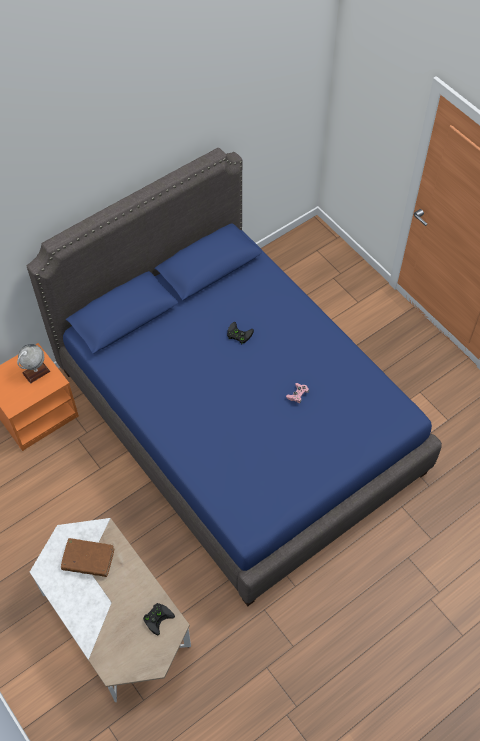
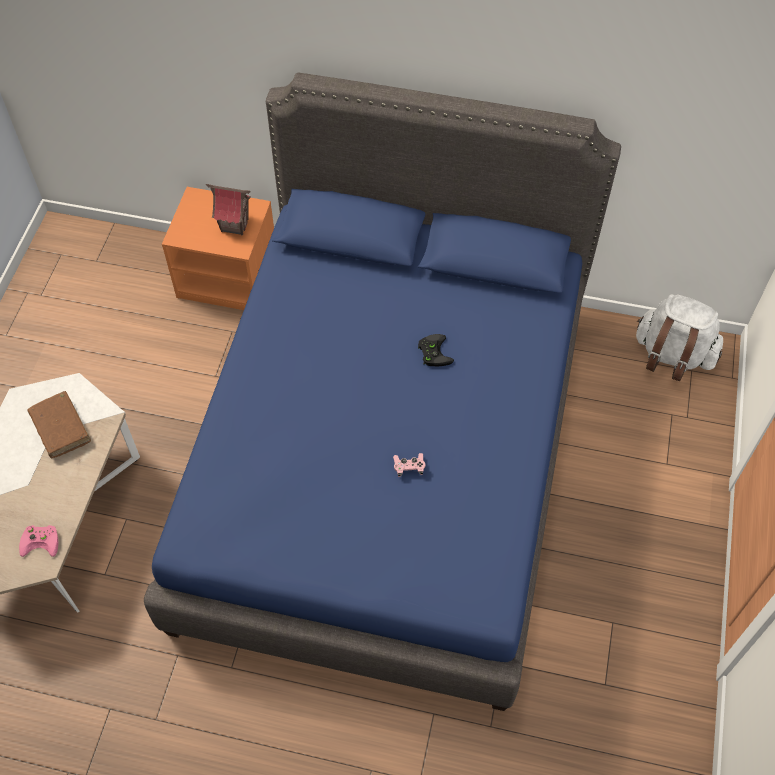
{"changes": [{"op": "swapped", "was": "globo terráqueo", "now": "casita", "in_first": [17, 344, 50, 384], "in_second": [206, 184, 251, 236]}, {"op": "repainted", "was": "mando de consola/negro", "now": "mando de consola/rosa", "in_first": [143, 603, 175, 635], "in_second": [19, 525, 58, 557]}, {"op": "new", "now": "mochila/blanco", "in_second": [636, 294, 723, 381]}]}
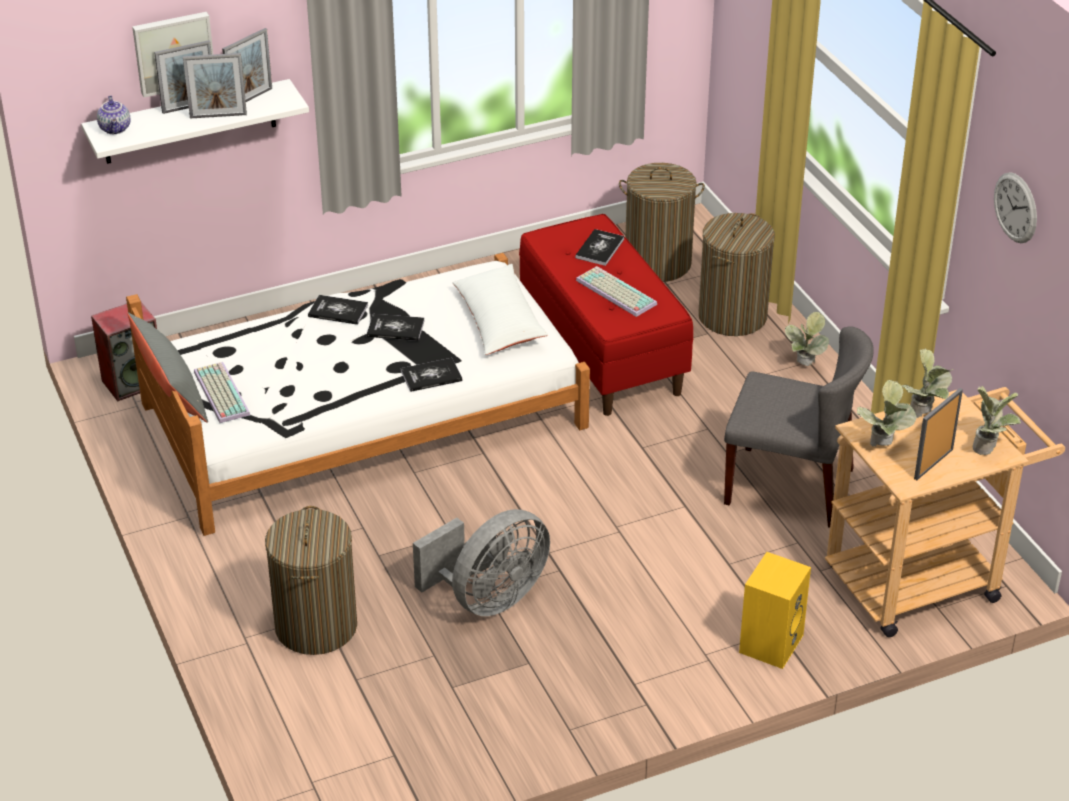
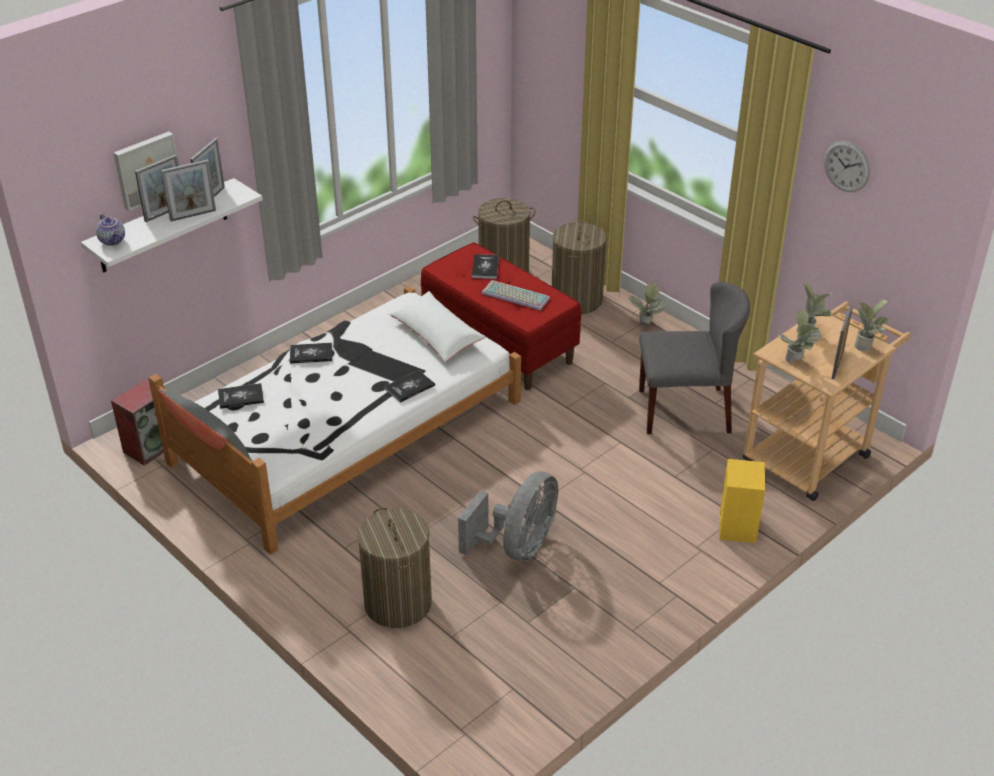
{"changes": [{"op": "shifted", "was": "libro", "in_first": [367, 314, 425, 341], "in_second": [218, 383, 264, 409]}, {"op": "gone", "was": "teclado", "in_first": [194, 362, 250, 423]}]}
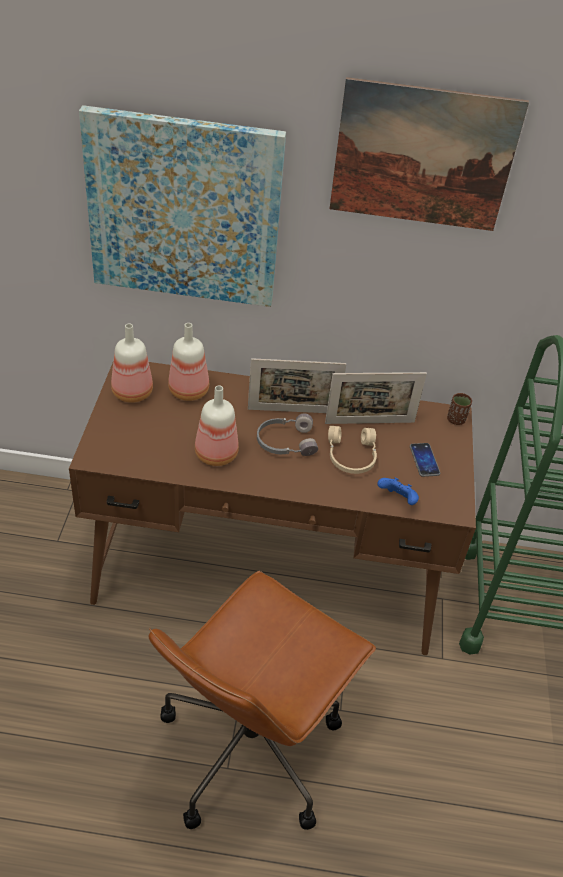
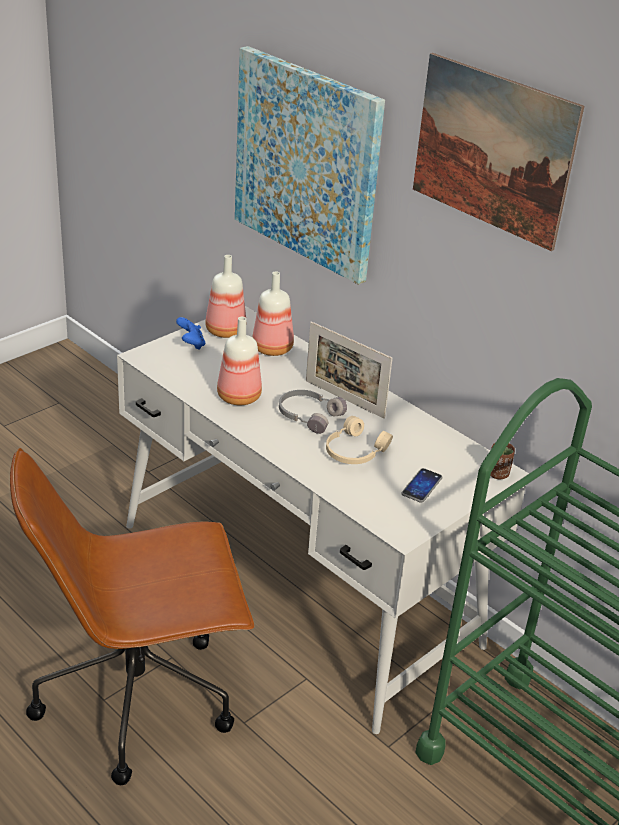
{"changes": [{"op": "repainted", "was": "escritorio/marrón", "now": "escritorio/blanco", "in_first": [69, 362, 476, 655], "in_second": [117, 306, 529, 734]}, {"op": "gone", "was": "portarretratos", "in_first": [325, 372, 427, 424]}, {"op": "shifted", "was": "mando de consola/azul", "in_first": [377, 477, 419, 505], "in_second": [176, 317, 205, 350]}]}
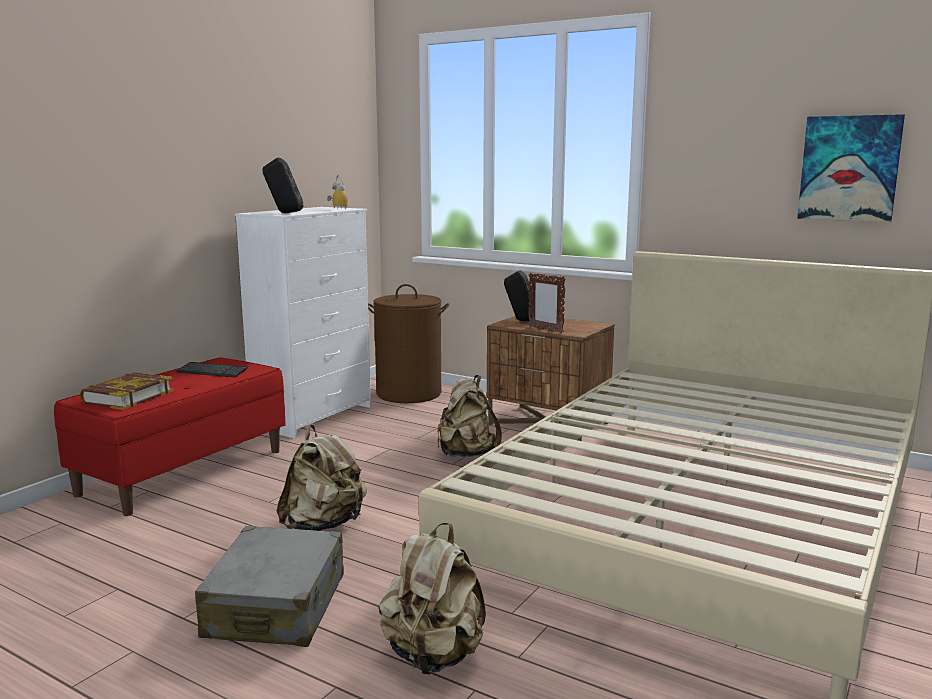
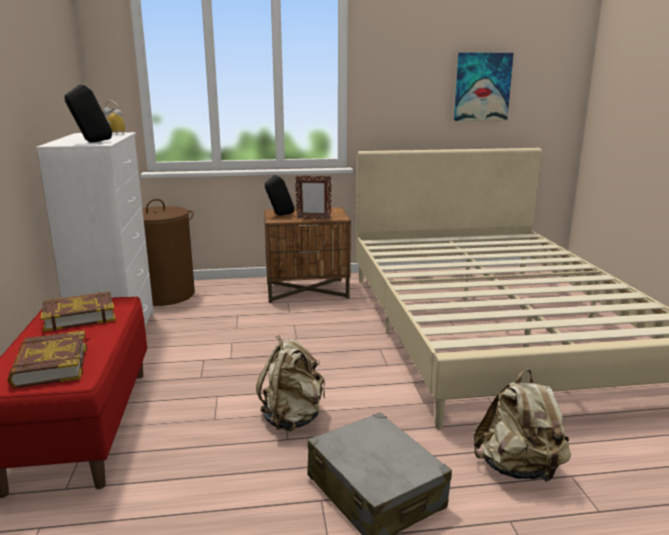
{"changes": [{"op": "swapped", "was": "teclado", "now": "libro", "in_first": [176, 362, 248, 377], "in_second": [41, 292, 116, 332]}, {"op": "gone", "was": "mochila/beis", "in_first": [437, 375, 502, 457]}]}
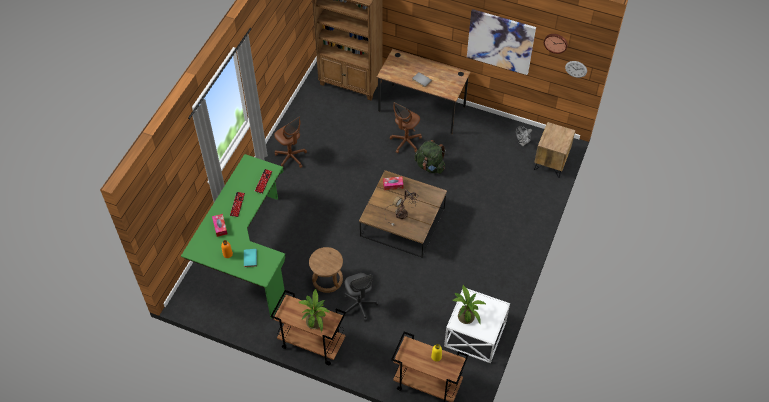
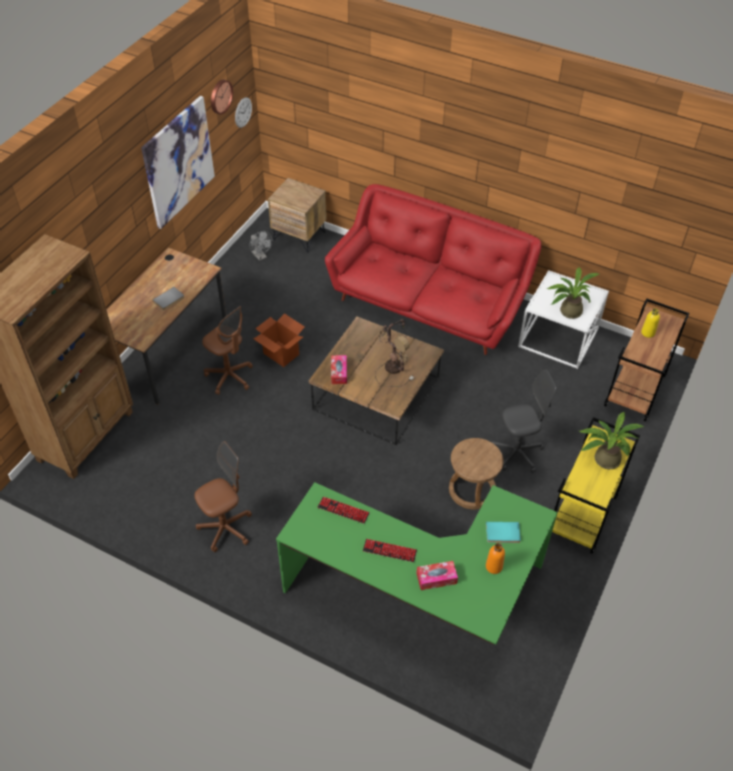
{"changes": [{"op": "swapped", "was": "mochila/verde", "now": "caja de cartón", "in_first": [414, 140, 446, 174], "in_second": [254, 313, 305, 367]}, {"op": "repainted", "was": "carrito/marrón", "now": "carrito/amarillo", "in_first": [270, 290, 346, 365], "in_second": [552, 417, 640, 554]}, {"op": "new", "now": "sofá/rojo", "in_second": [325, 184, 541, 355]}]}
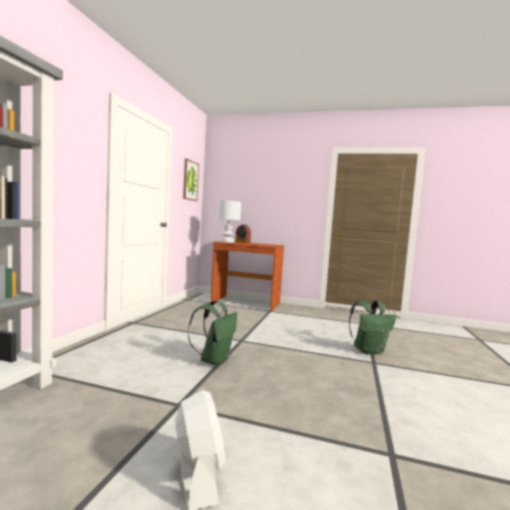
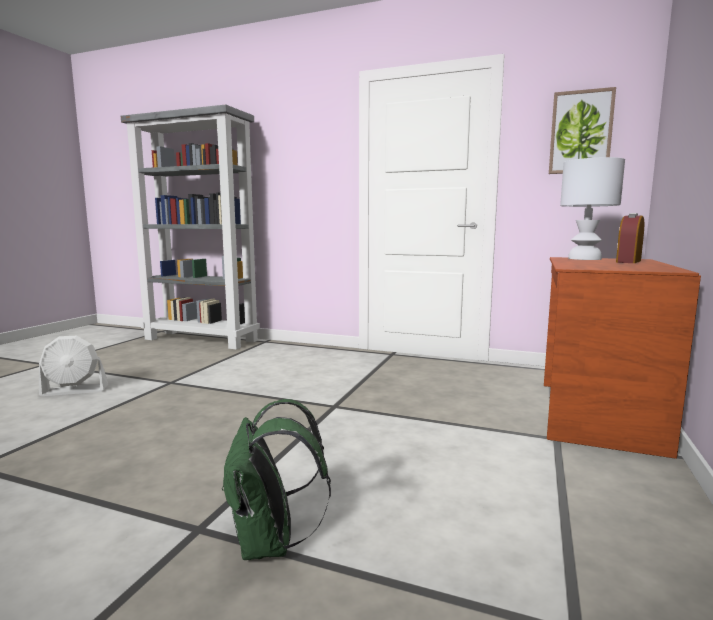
{"changes": [{"op": "gone", "was": "mochila/verde", "in_first": [187, 300, 237, 366]}]}
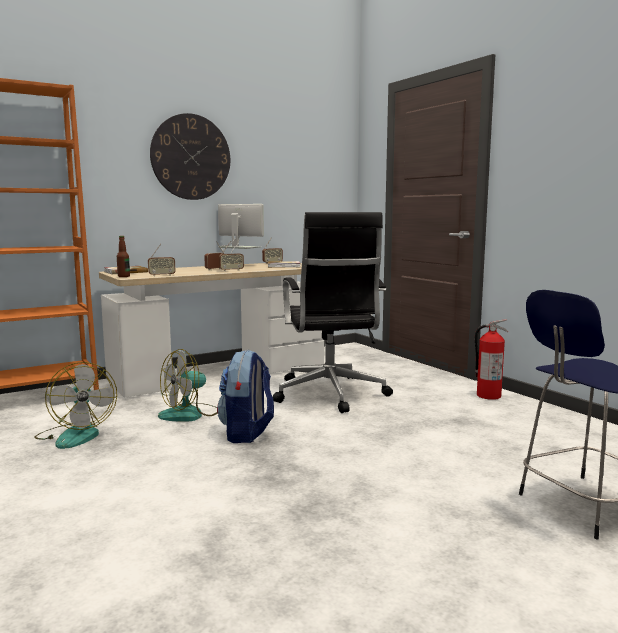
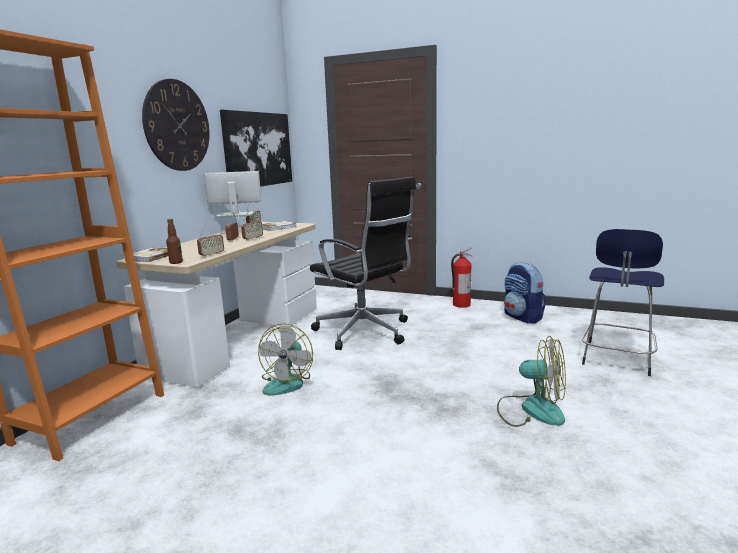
{"changes": [{"op": "shifted", "was": "mochila", "in_first": [217, 349, 274, 443], "in_second": [504, 262, 546, 323]}, {"op": "shifted", "was": "ventilador", "in_first": [34, 362, 117, 449], "in_second": [497, 336, 566, 427]}, {"op": "new", "now": "cuadro", "in_second": [220, 109, 292, 187]}]}
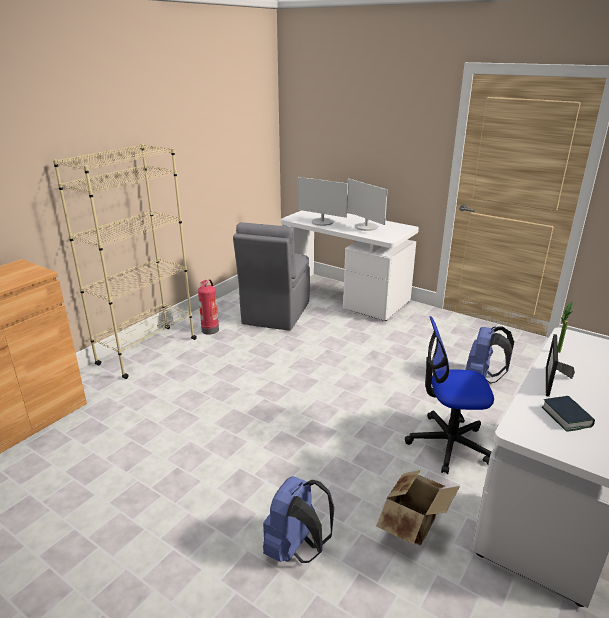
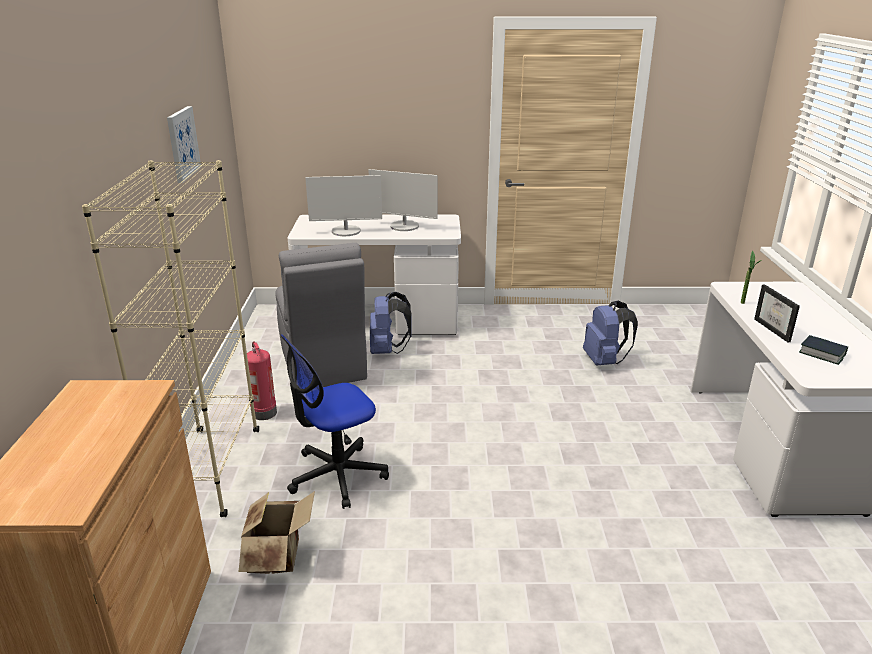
{"changes": [{"op": "shifted", "was": "silla de oficina", "in_first": [405, 316, 494, 474], "in_second": [281, 334, 389, 509]}, {"op": "shifted", "was": "caja de cartón", "in_first": [376, 470, 460, 545], "in_second": [239, 491, 315, 574]}, {"op": "shifted", "was": "mochila/azul", "in_first": [263, 476, 335, 563], "in_second": [370, 292, 412, 354]}, {"op": "new", "now": "cuadro", "in_second": [167, 106, 201, 183]}]}
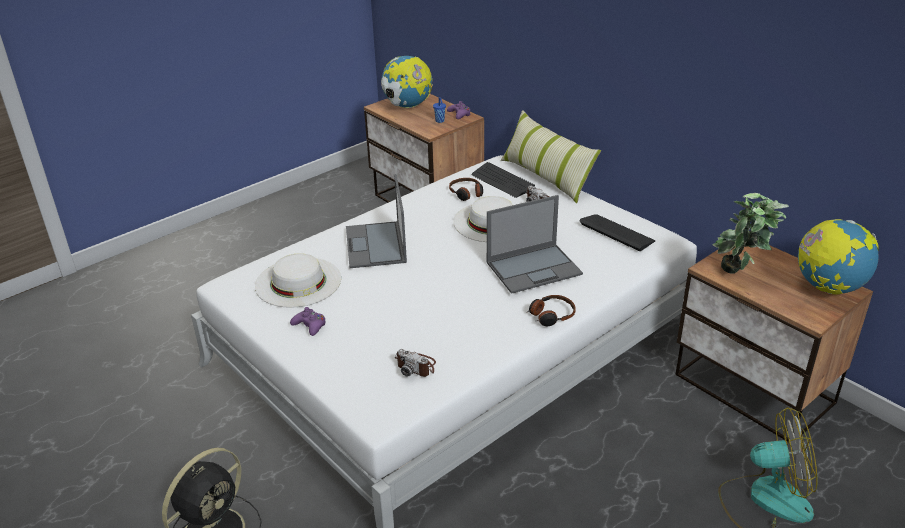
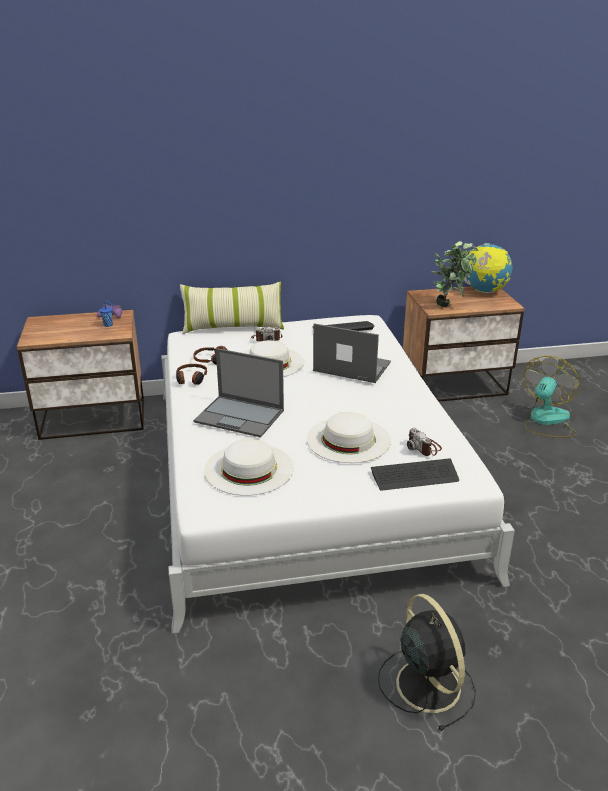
{"changes": [{"op": "gone", "was": "globo terráqueo", "in_first": [381, 56, 432, 108]}, {"op": "shifted", "was": "teclado", "in_first": [471, 162, 535, 198], "in_second": [371, 459, 459, 491]}, {"op": "rotated", "was": "portátil", "in_first": [487, 195, 583, 294], "in_second": [313, 323, 391, 383], "clockwise": -75}, {"op": "shifted", "was": "auriculares", "in_first": [527, 295, 576, 326], "in_second": [176, 364, 207, 385]}, {"op": "gone", "was": "mando de consola/morado", "in_first": [290, 307, 326, 336]}, {"op": "rotated", "was": "cámara", "in_first": [394, 349, 436, 377], "in_second": [407, 427, 442, 456], "clockwise": 90}, {"op": "new", "now": "sombrero/blanco", "in_second": [307, 412, 391, 463]}]}
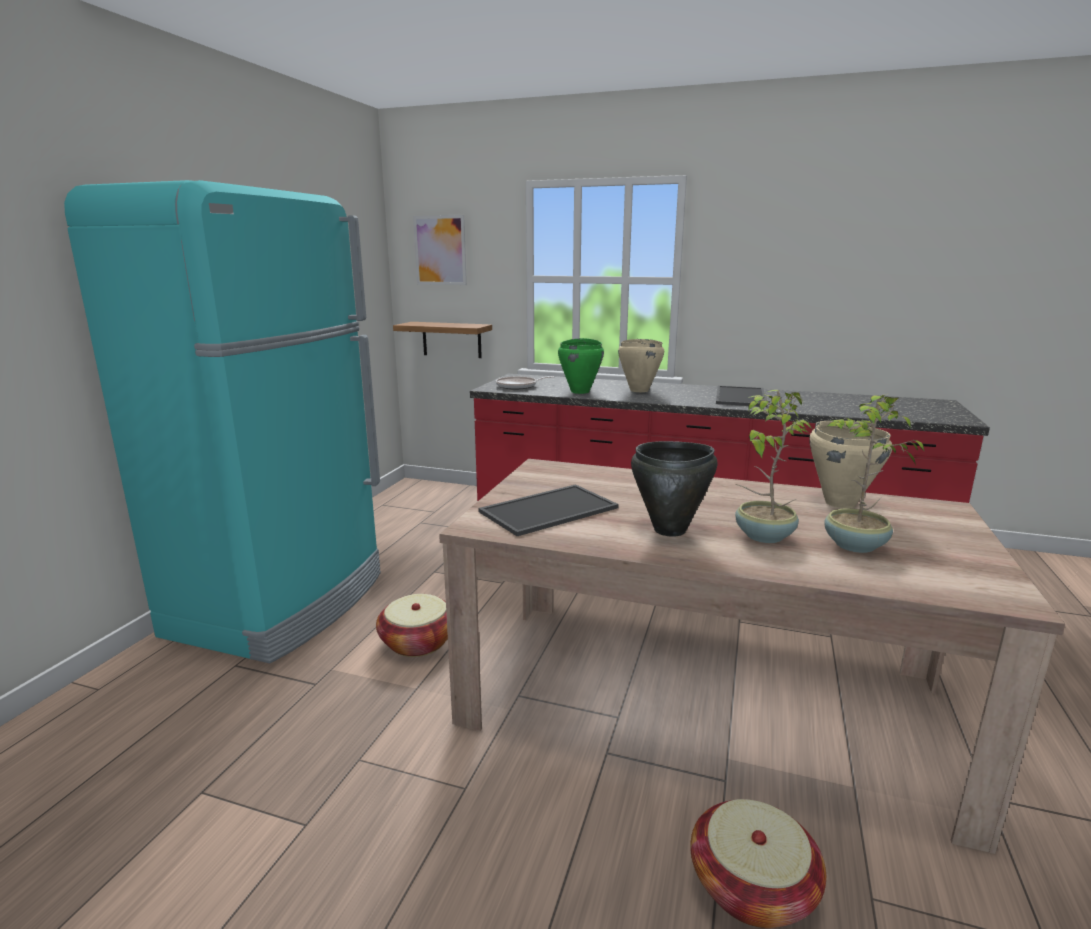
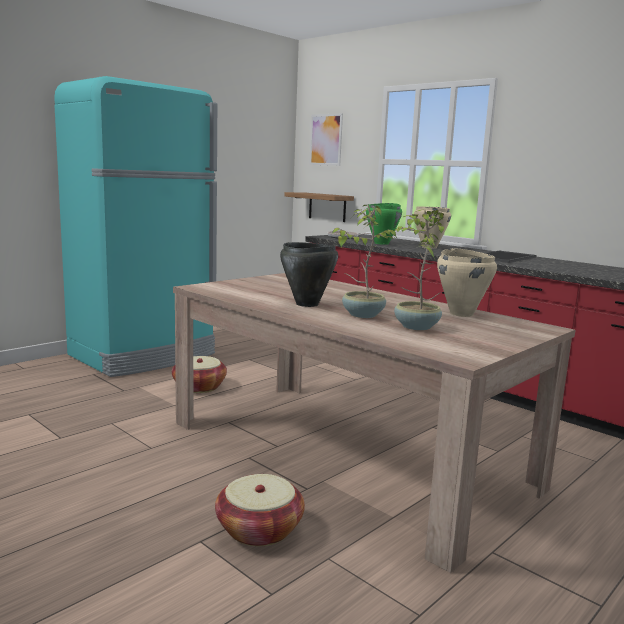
{"changes": [{"op": "gone", "was": "bandeja", "in_first": [478, 484, 619, 536]}]}
